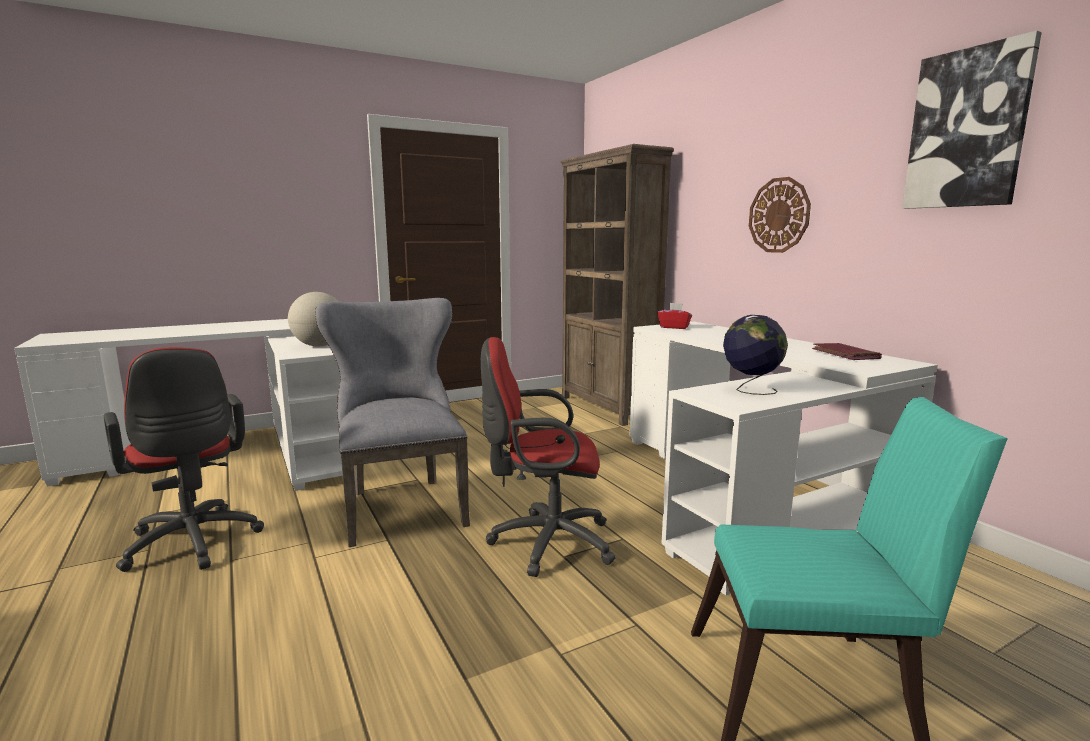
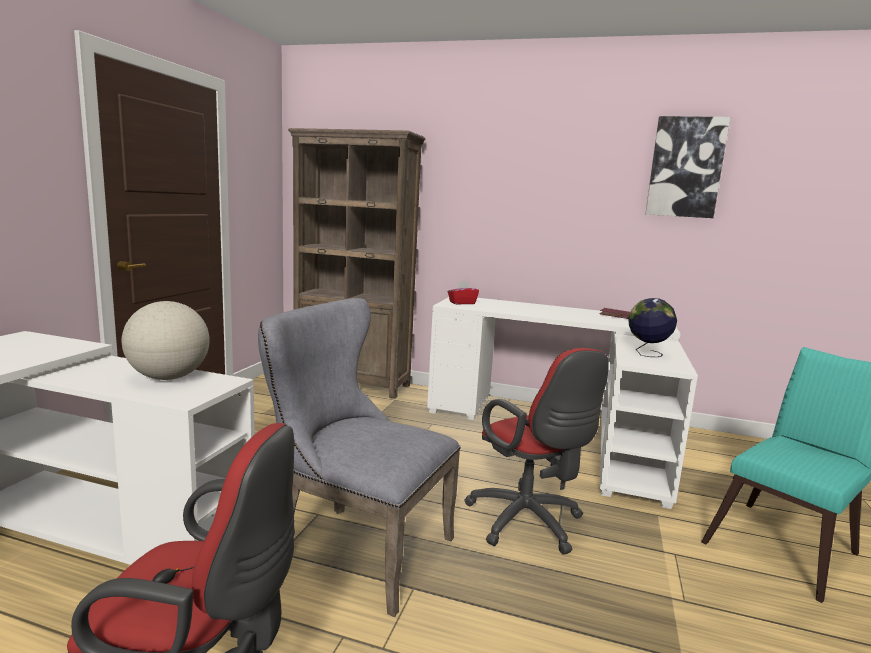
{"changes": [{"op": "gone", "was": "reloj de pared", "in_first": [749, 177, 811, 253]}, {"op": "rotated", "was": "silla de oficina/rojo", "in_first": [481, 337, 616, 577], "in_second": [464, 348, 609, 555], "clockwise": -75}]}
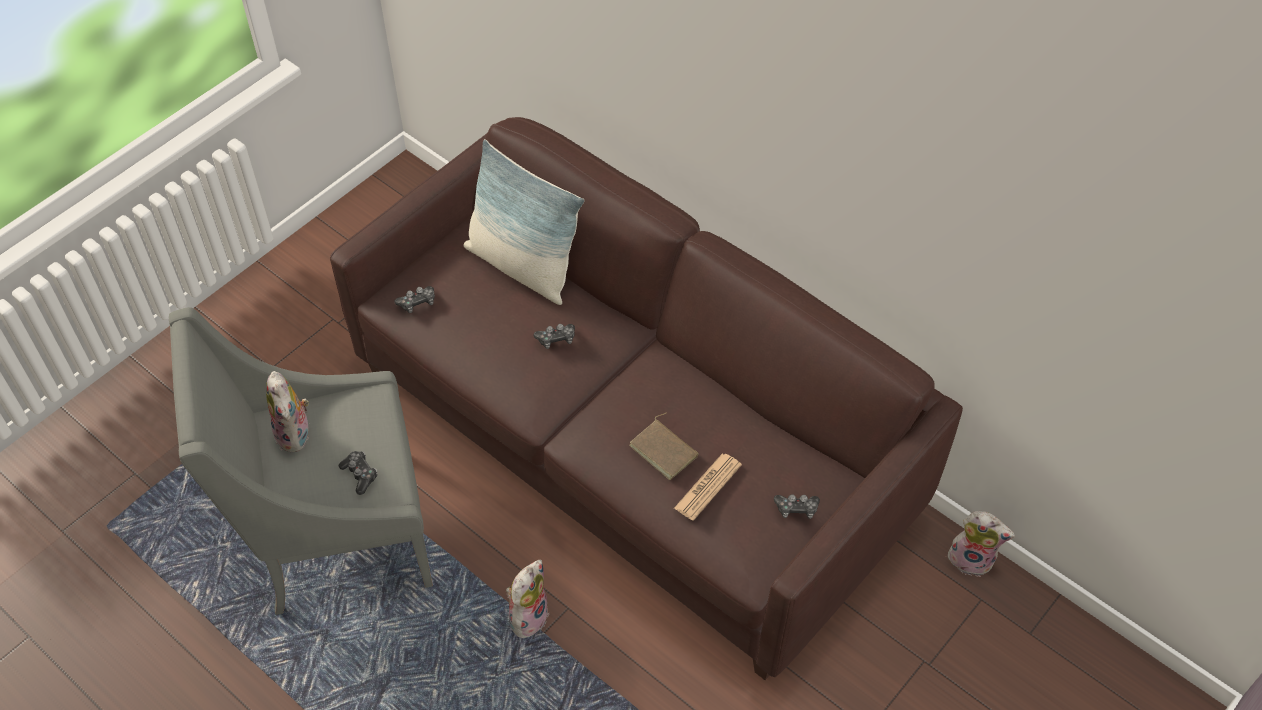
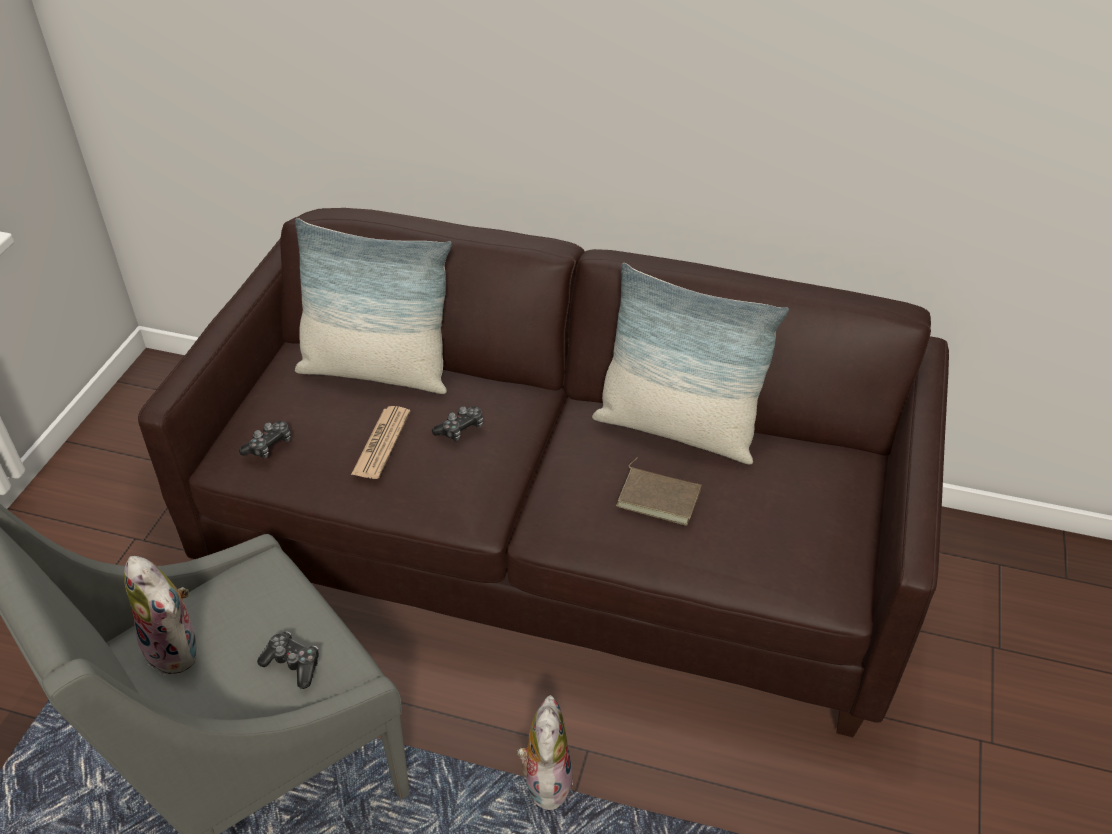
{"changes": [{"op": "shifted", "was": "periódico", "in_first": [674, 454, 742, 521], "in_second": [351, 406, 411, 479]}, {"op": "gone", "was": "mando de consola", "in_first": [774, 494, 820, 519]}, {"op": "gone", "was": "peluche", "in_first": [948, 511, 1015, 577]}, {"op": "new", "now": "cojín", "in_second": [592, 263, 789, 464]}]}
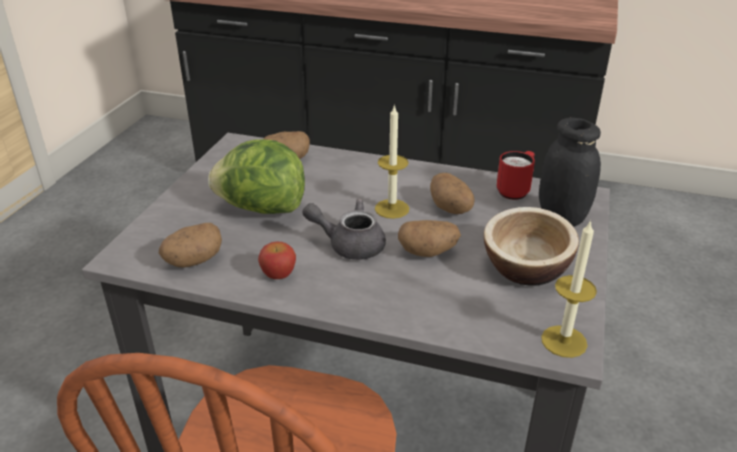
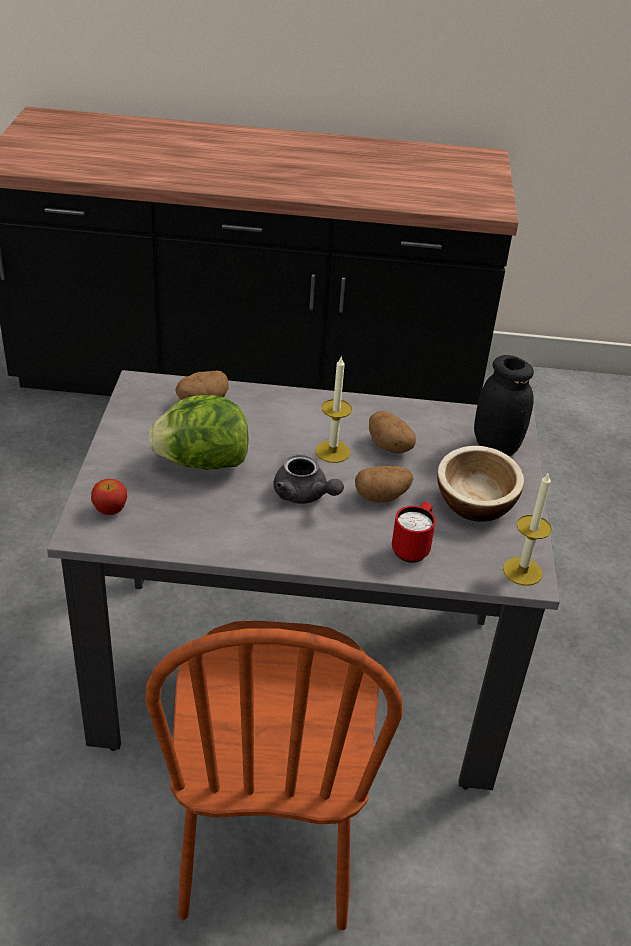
{"changes": [{"op": "shifted", "was": "taza grande/rojo", "in_first": [496, 151, 535, 200], "in_second": [392, 502, 436, 563]}, {"op": "rotated", "was": "tetera/gris", "in_first": [302, 199, 386, 260], "in_second": [274, 454, 344, 504], "clockwise": -135}, {"op": "gone", "was": "patata", "in_first": [159, 223, 222, 268]}, {"op": "shifted", "was": "manzana", "in_first": [258, 242, 296, 279], "in_second": [91, 479, 127, 515]}]}
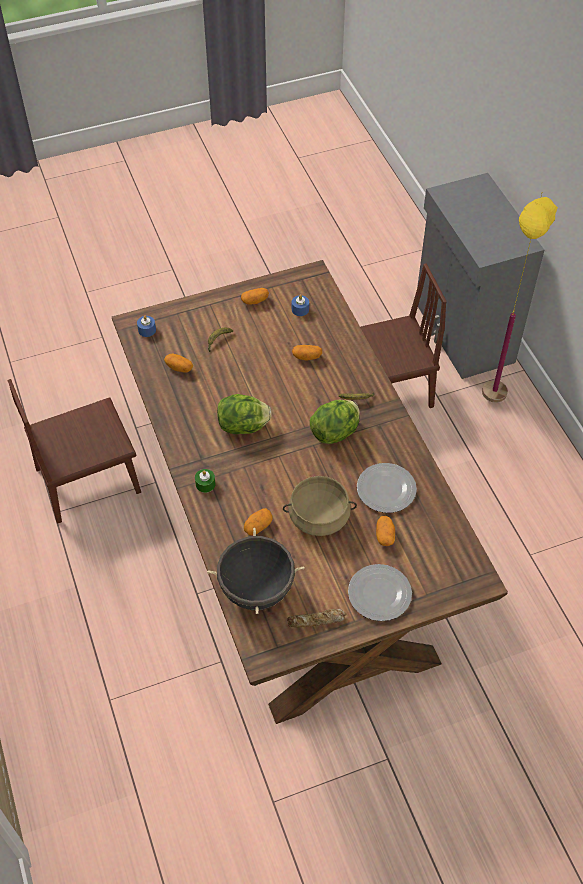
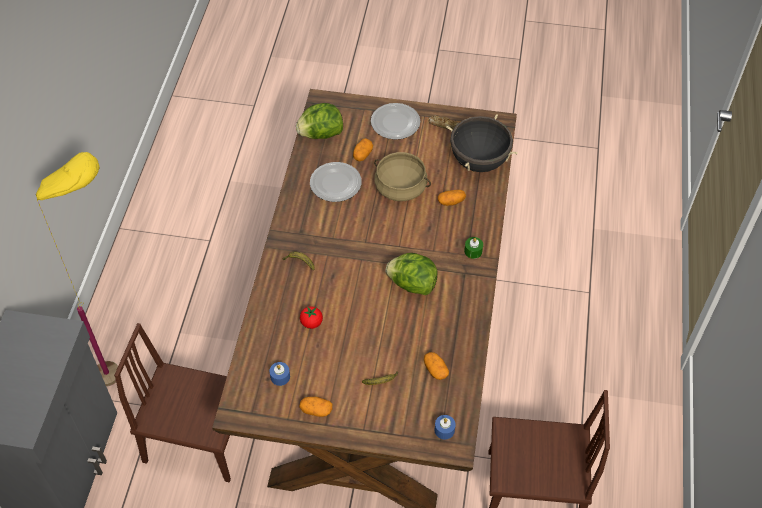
{"changes": [{"op": "swapped", "was": "patata", "now": "tomate", "in_first": [292, 345, 322, 360], "in_second": [300, 306, 323, 329]}, {"op": "shifted", "was": "lechuga", "in_first": [310, 400, 360, 444], "in_second": [296, 103, 343, 139]}]}
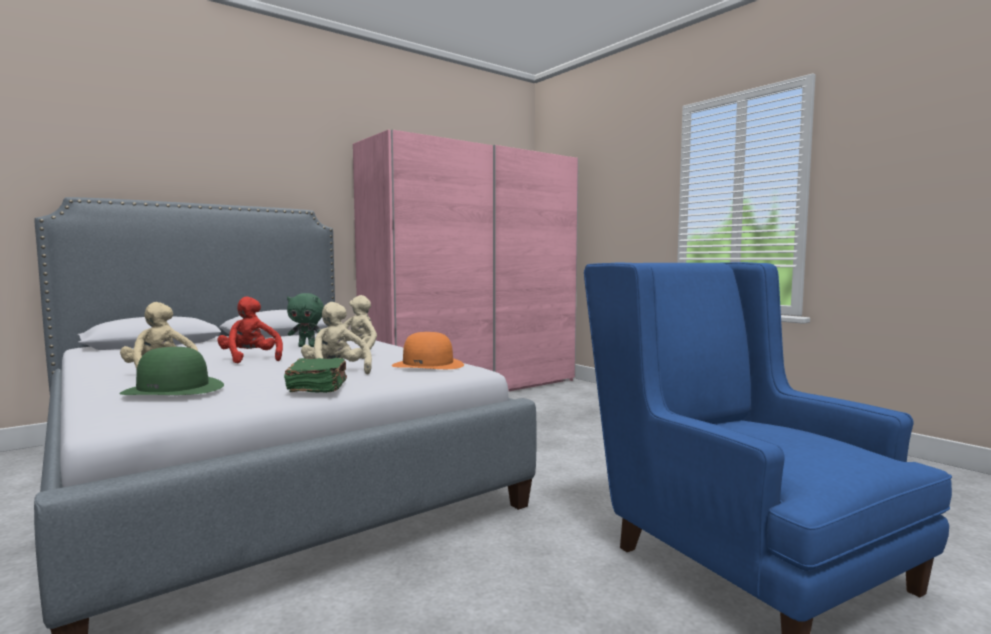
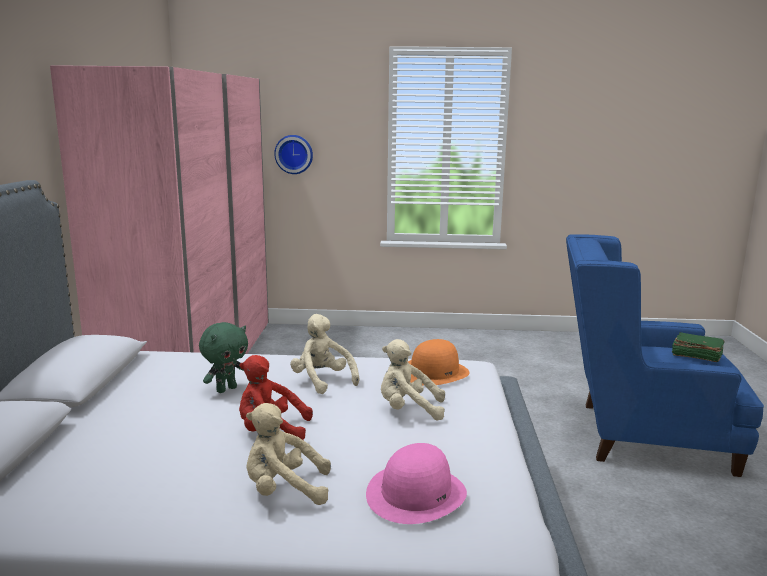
{"changes": [{"op": "repainted", "was": "sombrero/verde", "now": "sombrero/rosa", "in_first": [119, 347, 224, 395], "in_second": [366, 443, 467, 524]}, {"op": "shifted", "was": "libro/verde", "in_first": [284, 358, 347, 393], "in_second": [671, 332, 724, 362]}, {"op": "new", "now": "reloj de pared", "in_second": [274, 135, 313, 174]}]}
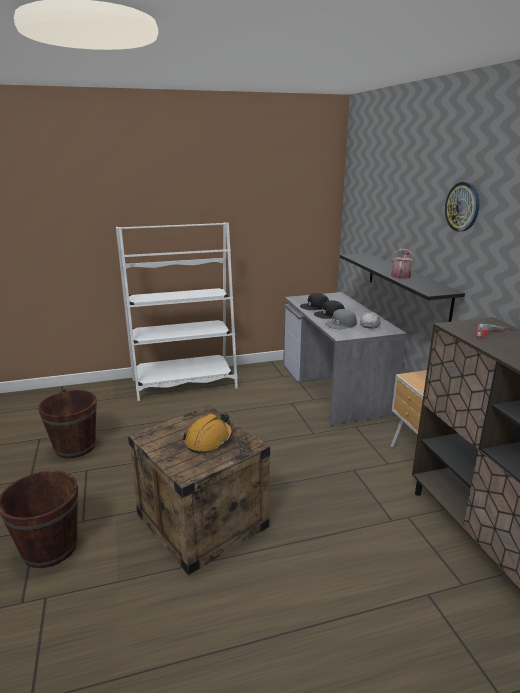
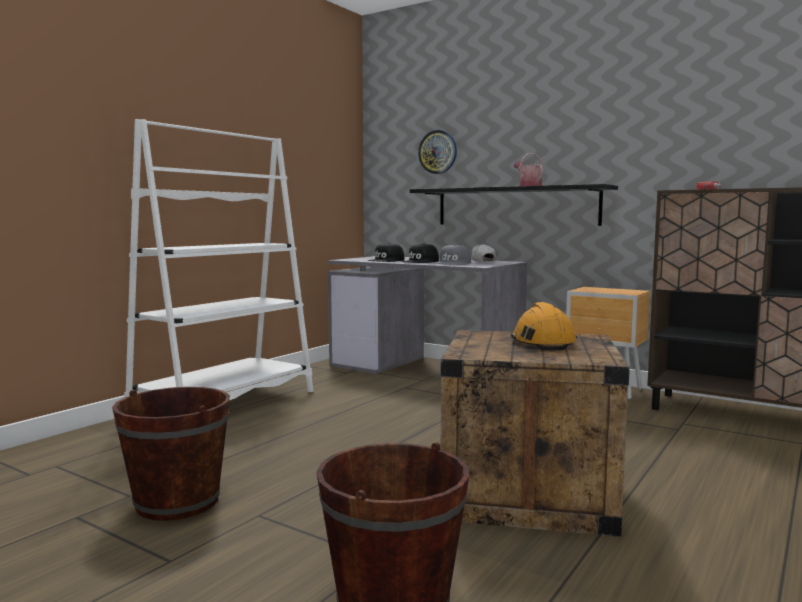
{"changes": [{"op": "shifted", "was": "reloj de pared", "in_first": [445, 182, 480, 232], "in_second": [418, 130, 457, 174]}]}
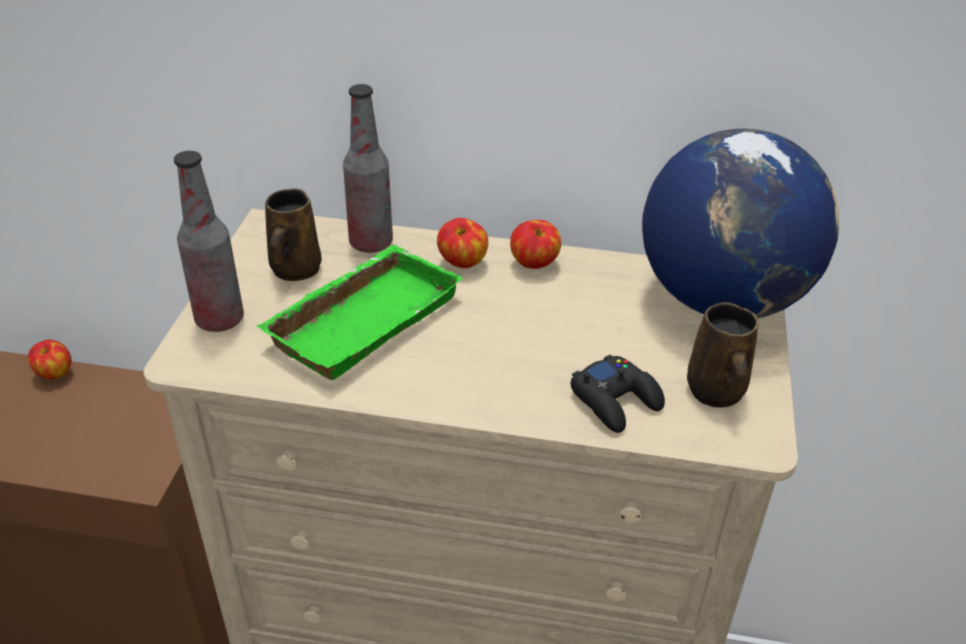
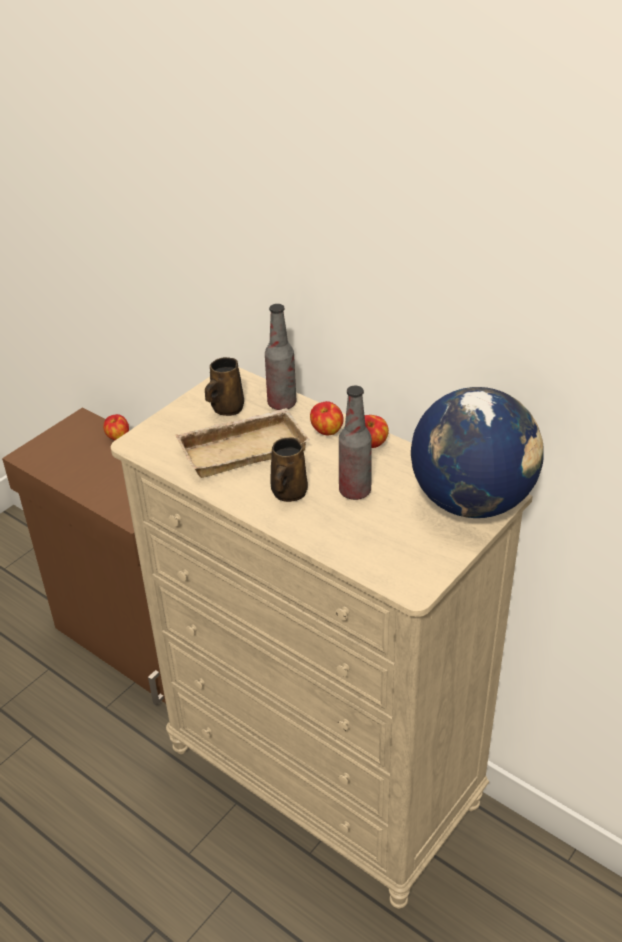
{"changes": [{"op": "shifted", "was": "botella", "in_first": [174, 151, 244, 332], "in_second": [339, 386, 372, 500]}, {"op": "repainted", "was": "bandeja/verde", "now": "bandeja/beis", "in_first": [256, 245, 463, 380], "in_second": [175, 408, 309, 478]}, {"op": "shifted", "was": "taza grande/marrón", "in_first": [687, 302, 759, 408], "in_second": [271, 437, 308, 502]}, {"op": "gone", "was": "mando de consola/negro", "in_first": [571, 354, 665, 433]}]}
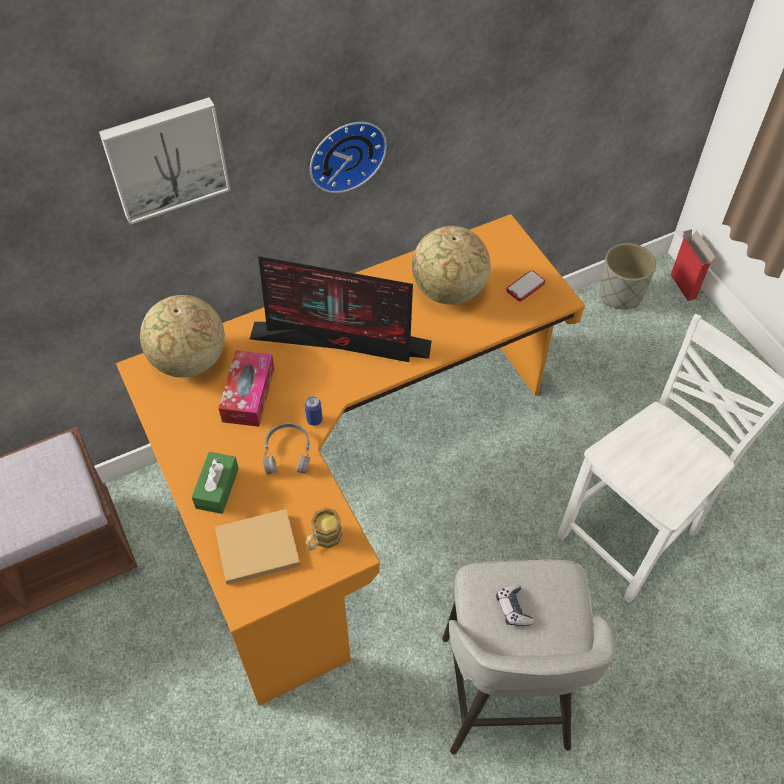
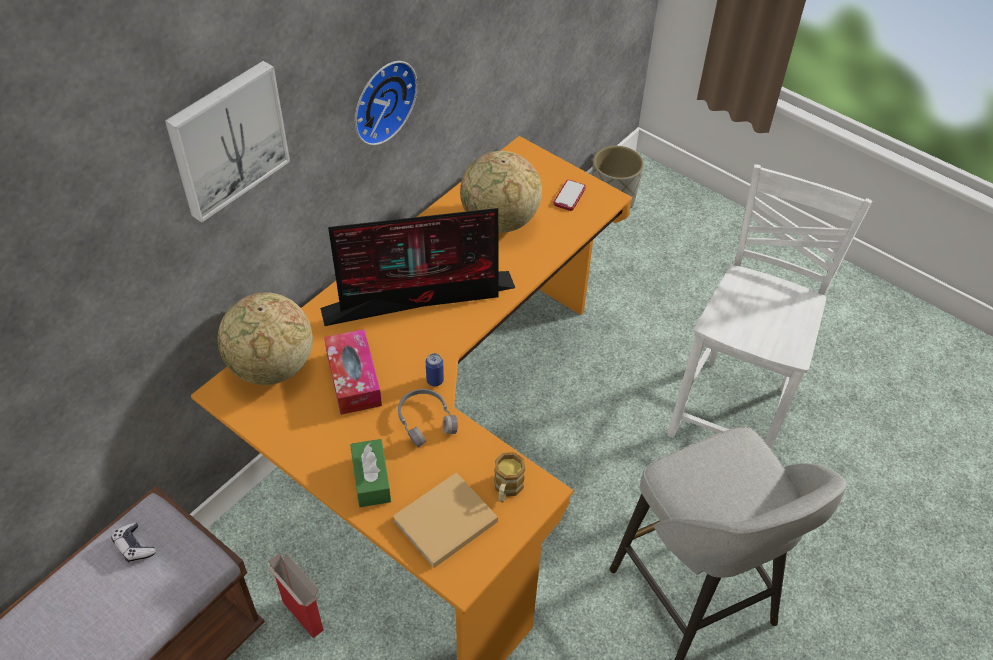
{"changes": [{"op": "shifted", "was": "caja de cartón", "in_first": [671, 229, 716, 301], "in_second": [268, 553, 324, 638]}, {"op": "shifted", "was": "mando de consola", "in_first": [496, 585, 535, 626], "in_second": [111, 522, 156, 563]}]}
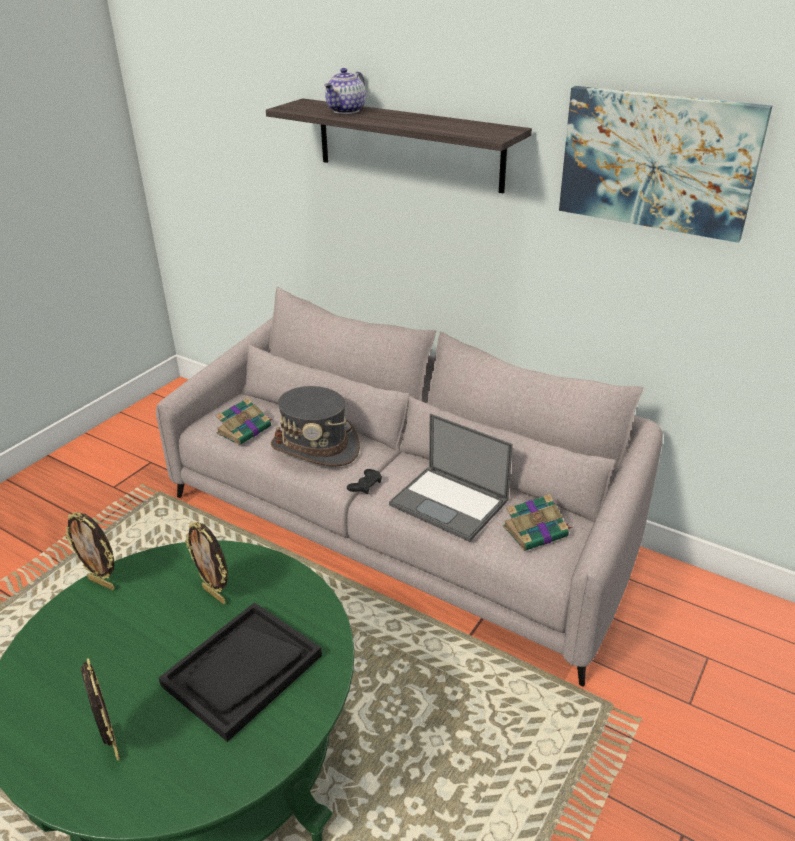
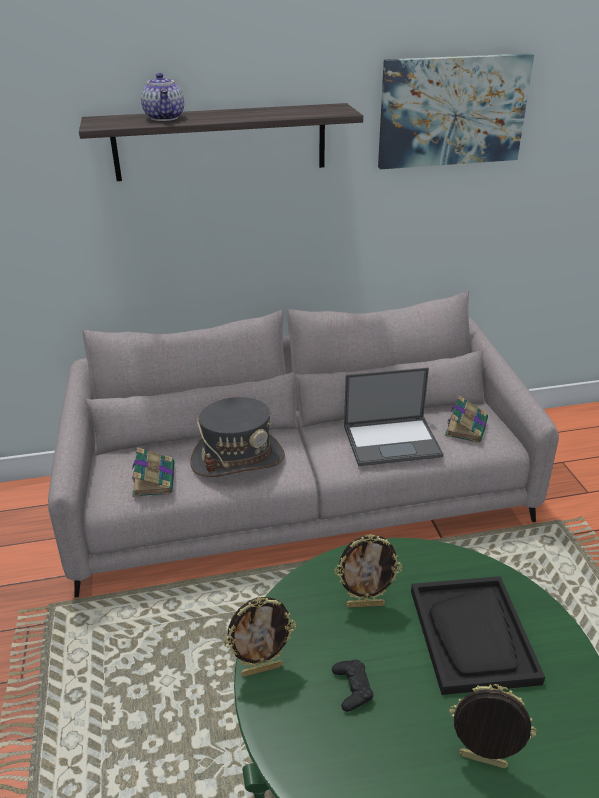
{"changes": [{"op": "shifted", "was": "mando de consola/negro", "in_first": [347, 469, 382, 495], "in_second": [332, 660, 374, 712]}]}
